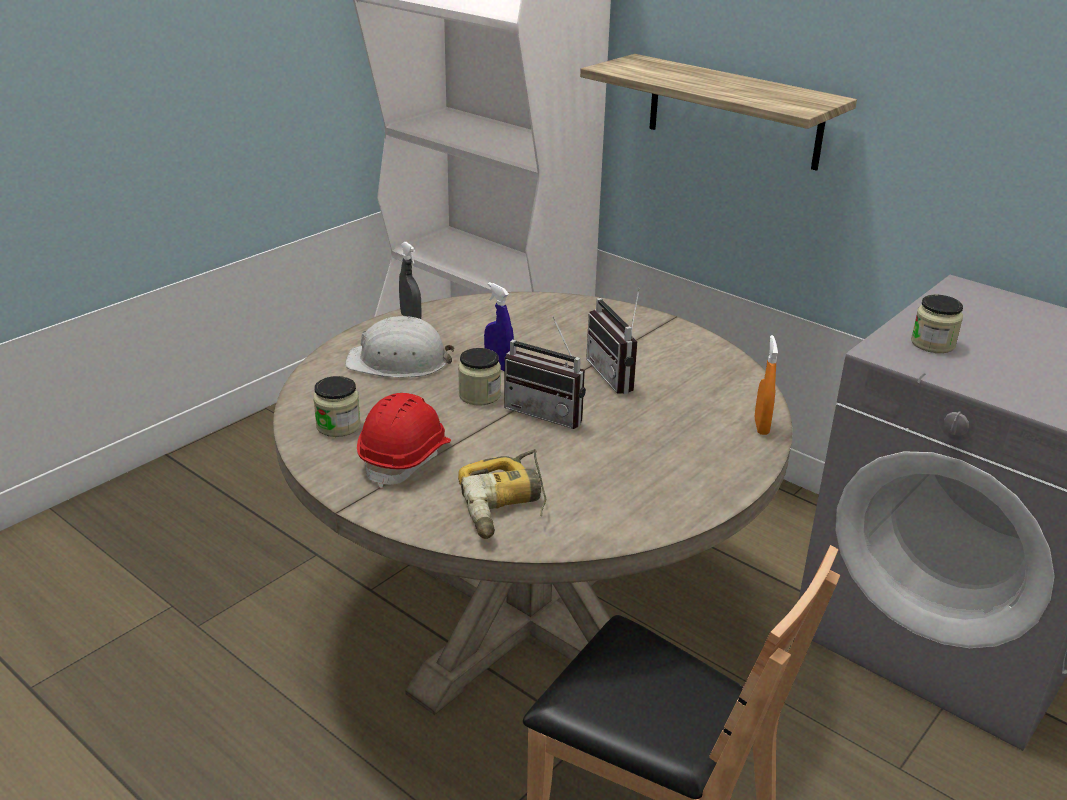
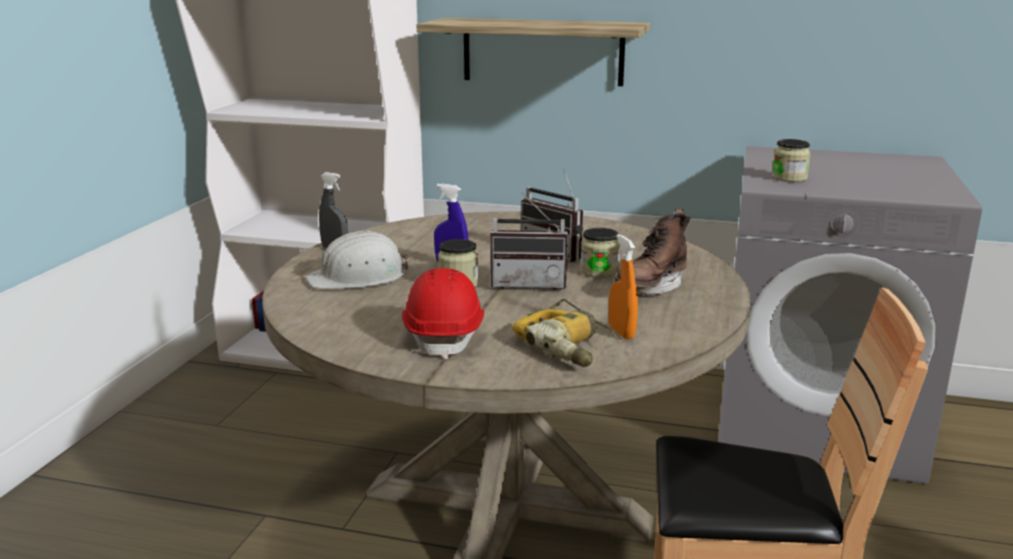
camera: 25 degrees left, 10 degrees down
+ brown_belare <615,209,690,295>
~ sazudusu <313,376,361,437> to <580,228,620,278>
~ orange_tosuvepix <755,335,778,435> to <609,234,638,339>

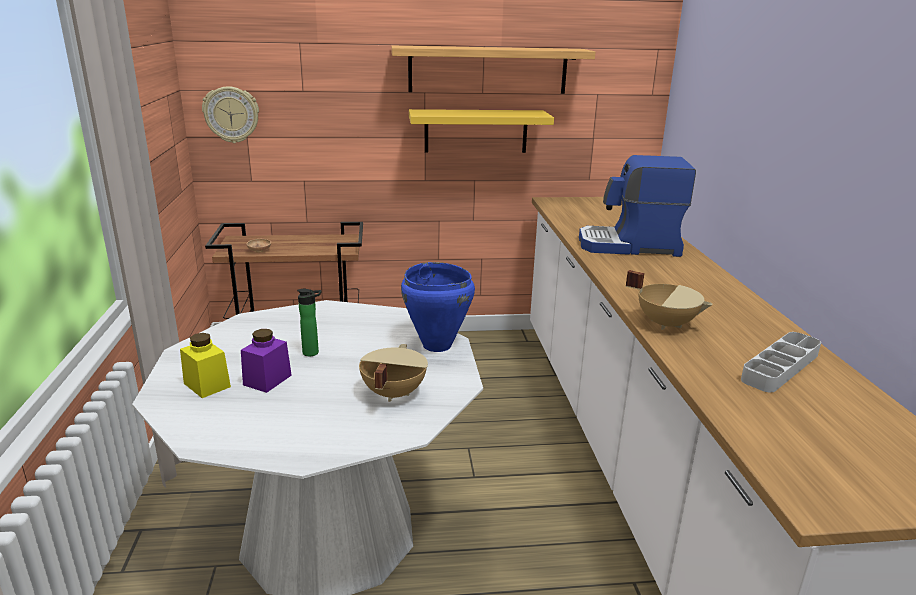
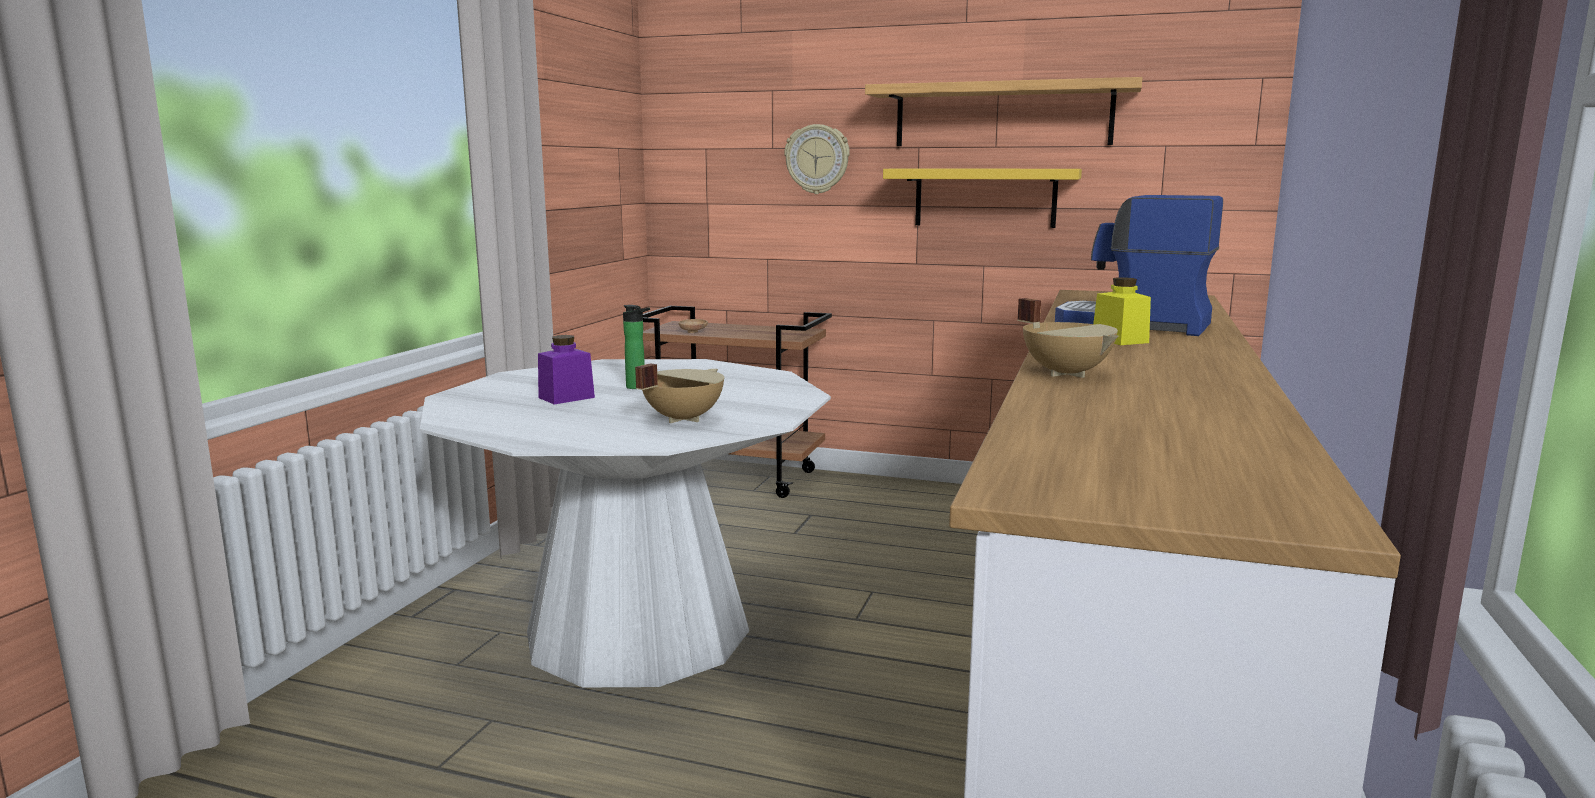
camera: 25 degrees right, 10 degrees down
- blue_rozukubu <401,262,475,352>
- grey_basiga <741,332,821,392>
~ yellow_sazudusu <180,333,231,398> to <1093,277,1151,345>
~ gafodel <202,86,259,143> to <784,124,850,194>

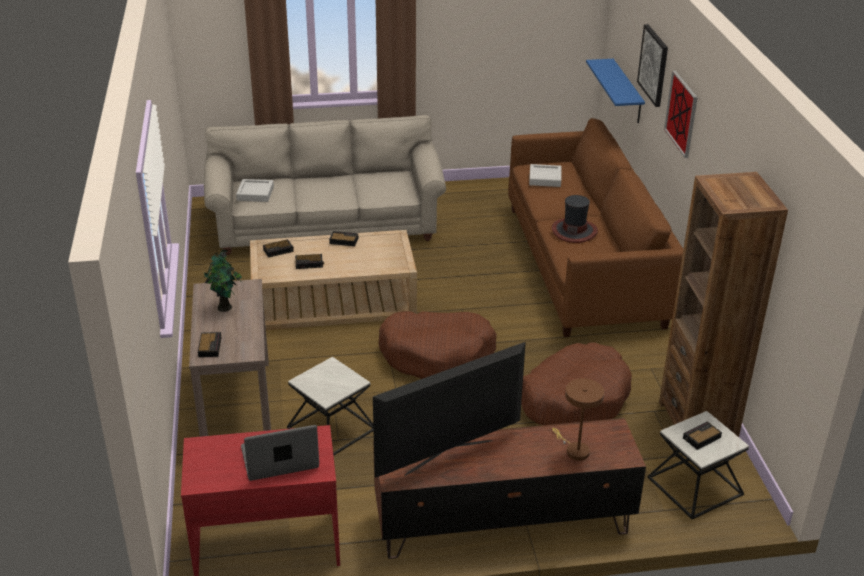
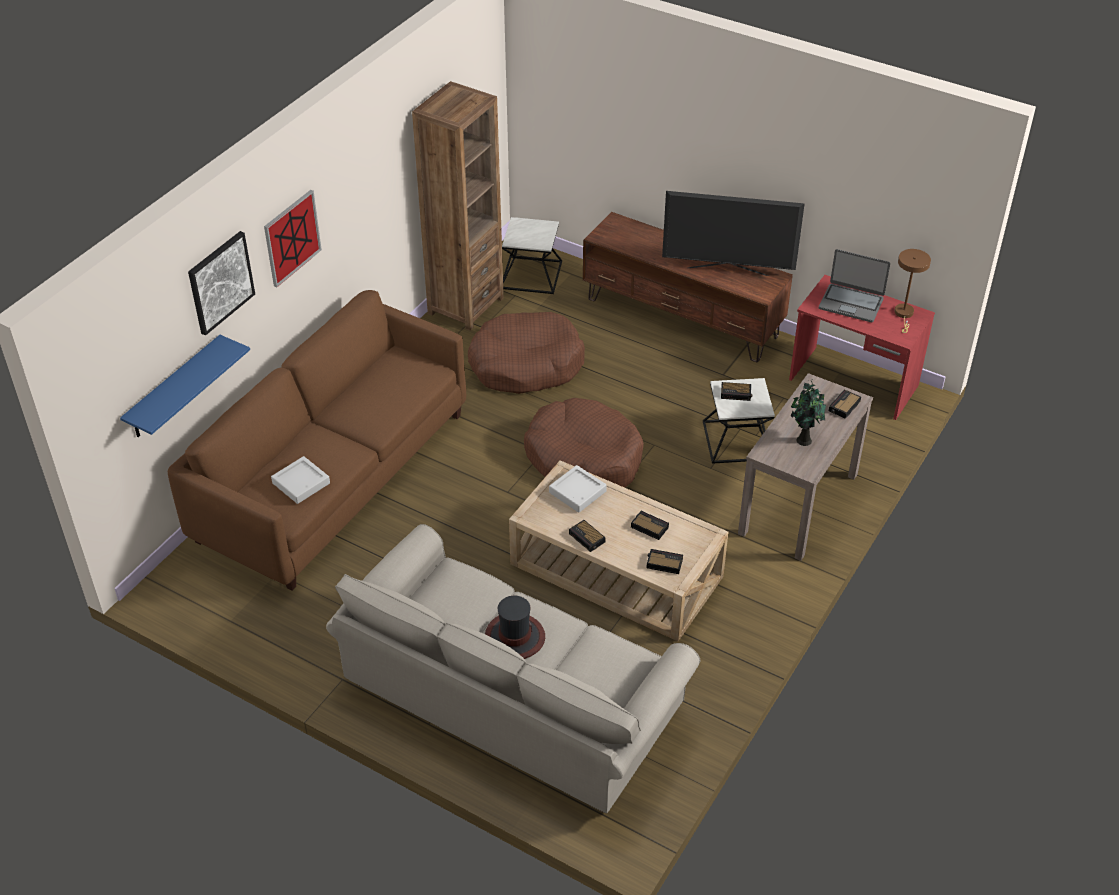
camera: 140 degrees left, 10 degrees up
~ grey_basiga <236,179,274,202> to <549,465,607,513>
~ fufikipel <552,195,598,243> to <485,596,545,659>
~ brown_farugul <552,378,604,461> to <894,249,931,333>
~ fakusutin <683,421,722,450> to <721,382,752,401>

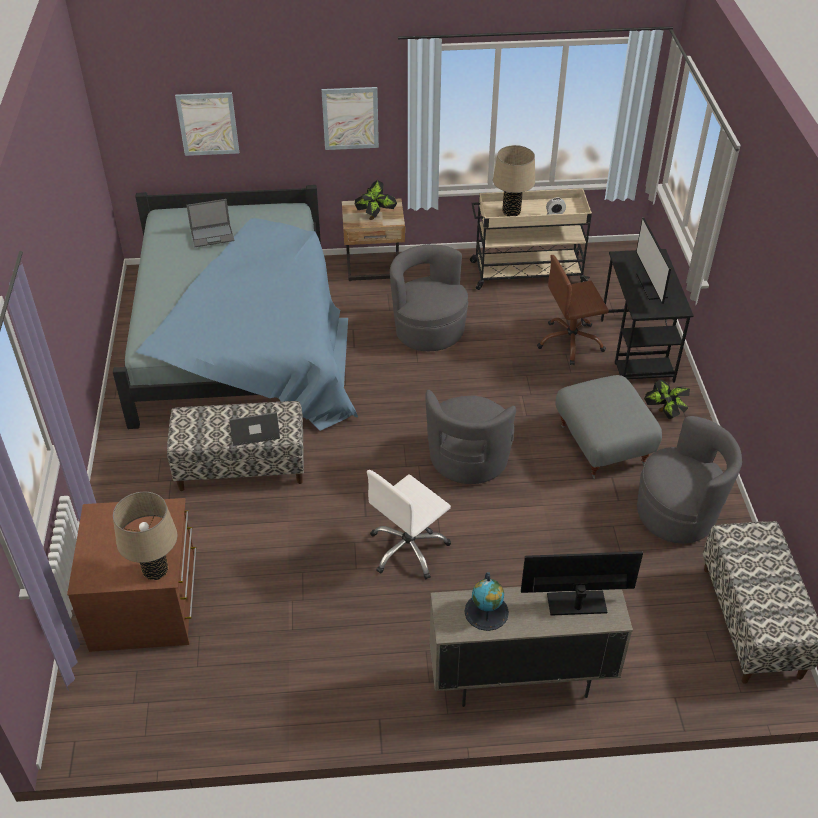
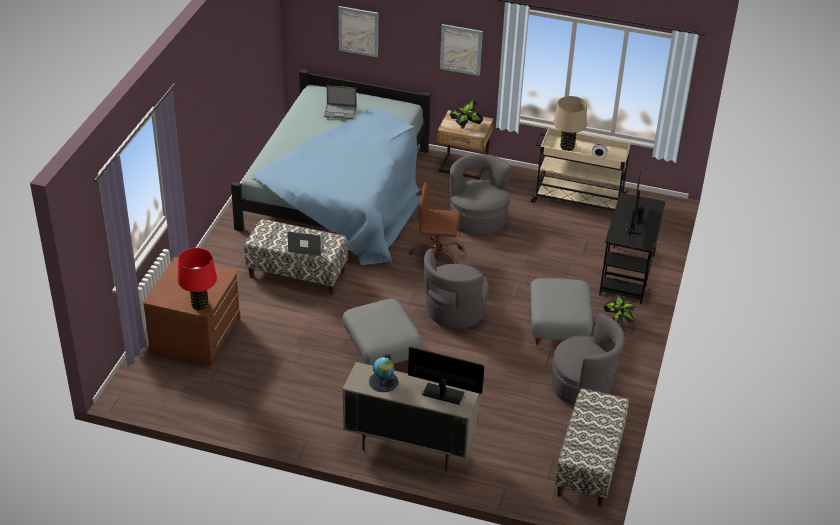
camera: 20 degrees right, 5 degrees down
~ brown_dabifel <537,255,609,365> to <409,182,462,264>
~ white_dabifel <367,470,451,579> to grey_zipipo <342,299,423,366>
~ beige_farugul <113,492,177,580> to red_farugul <178,248,217,310>

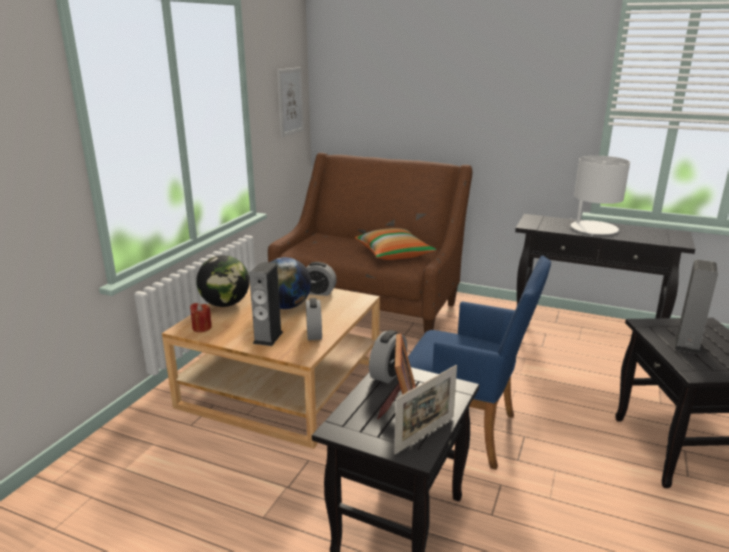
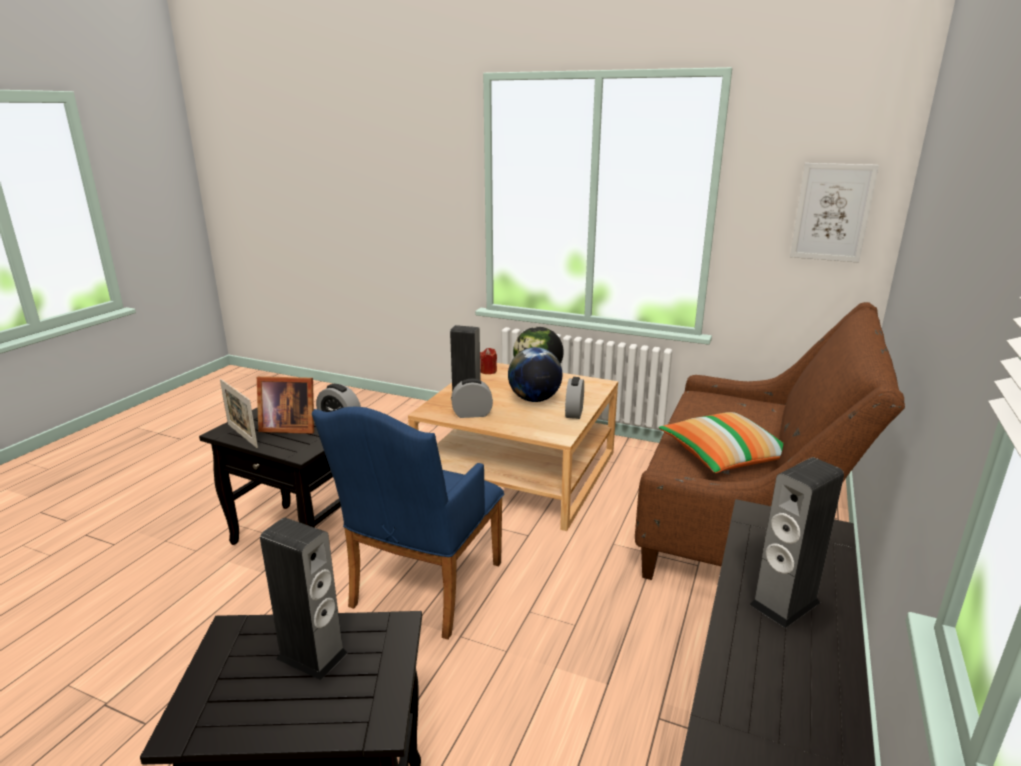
camera: 90 degrees right, 0 degrees up
~ white_farugul <570,156,630,236> to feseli <749,457,844,628>

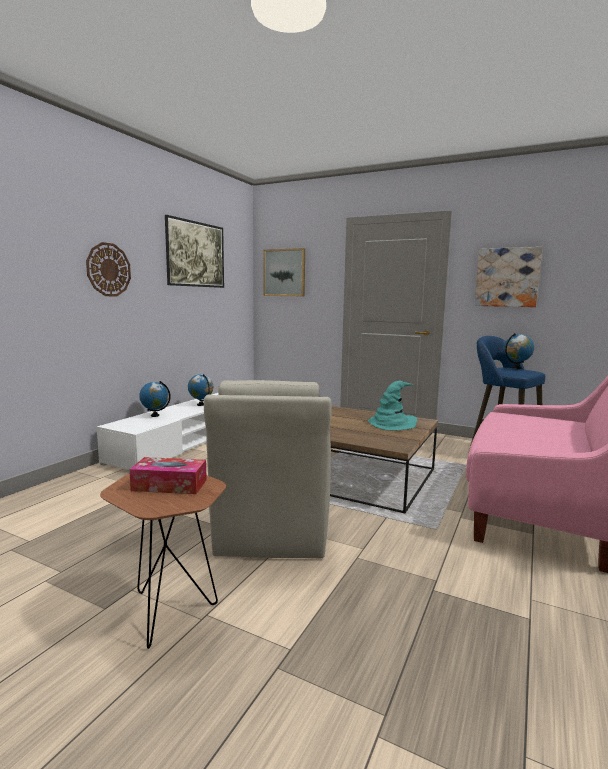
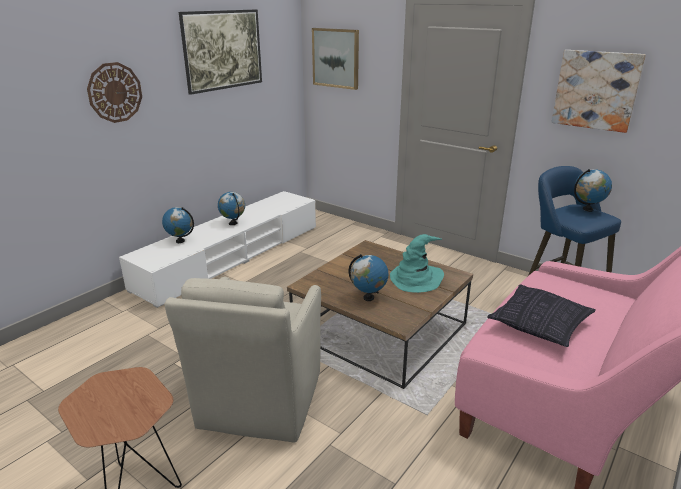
camera: 10 degrees right, 15 degrees up
- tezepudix <129,457,207,494>
+ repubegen <349,254,389,301>
+ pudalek <487,284,596,347>

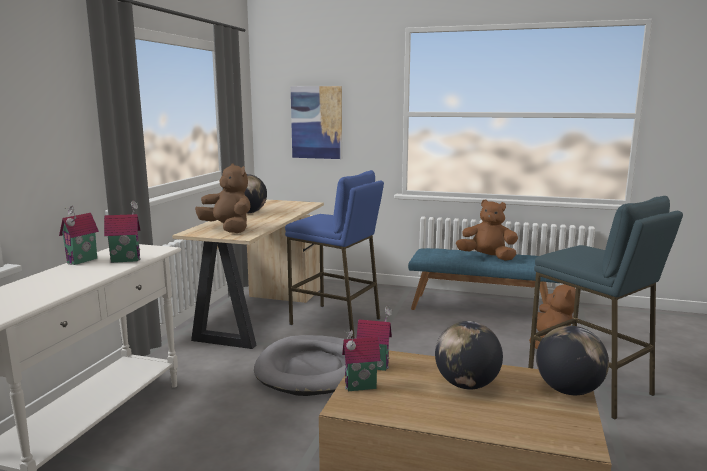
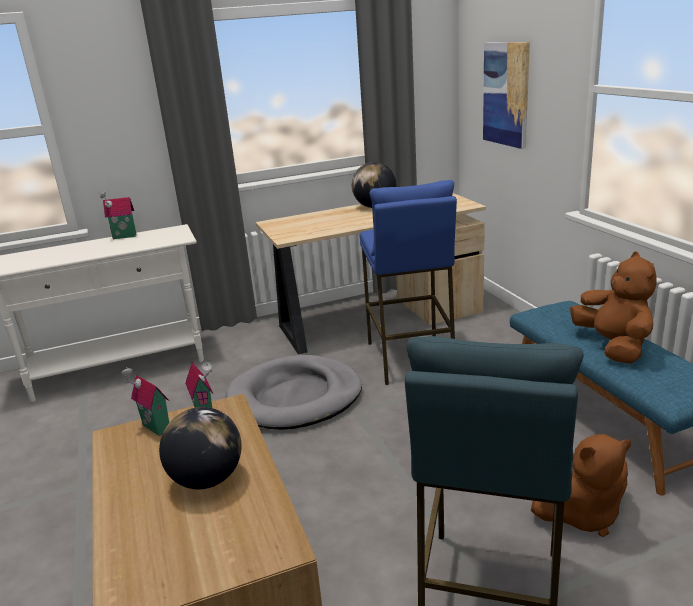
camera: 55 degrees right, 10 degrees up
- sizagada <104,201,141,263>
- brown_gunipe <195,163,251,233>
- repubegen <536,326,609,395>

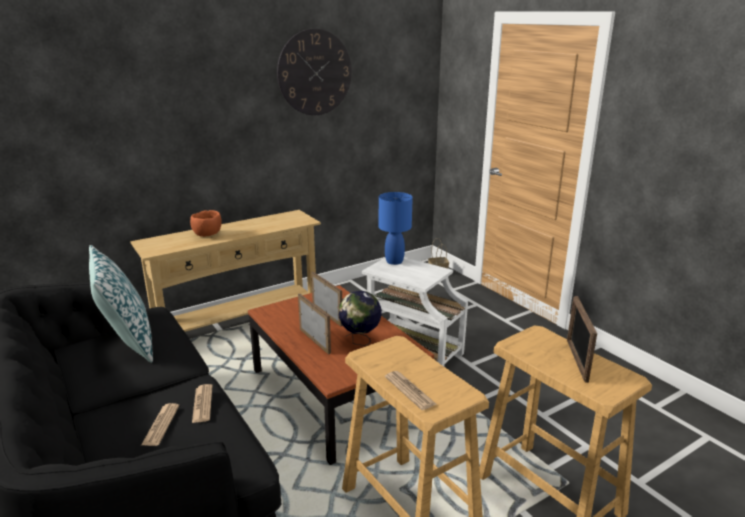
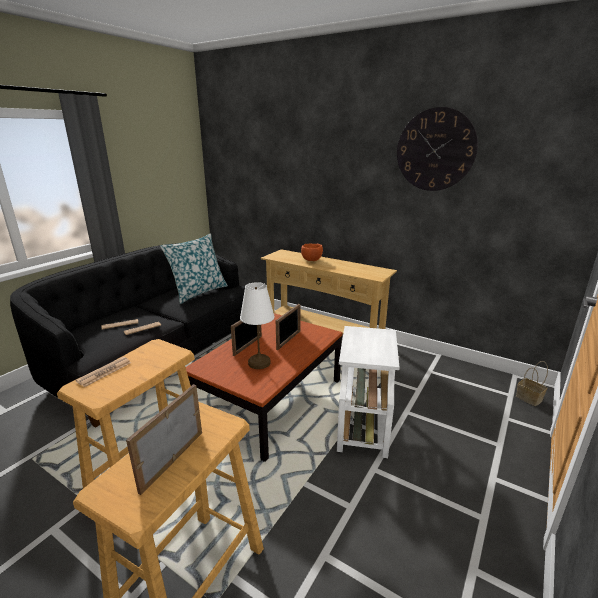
camera: 65 degrees right, 0 degrees up
- blue_farugul <379,192,413,265>
~ repubegen <338,291,382,346> to white_farugul <240,282,274,369>
~ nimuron <567,296,597,383> = <126,384,202,495> 45 degrees counterclockwise

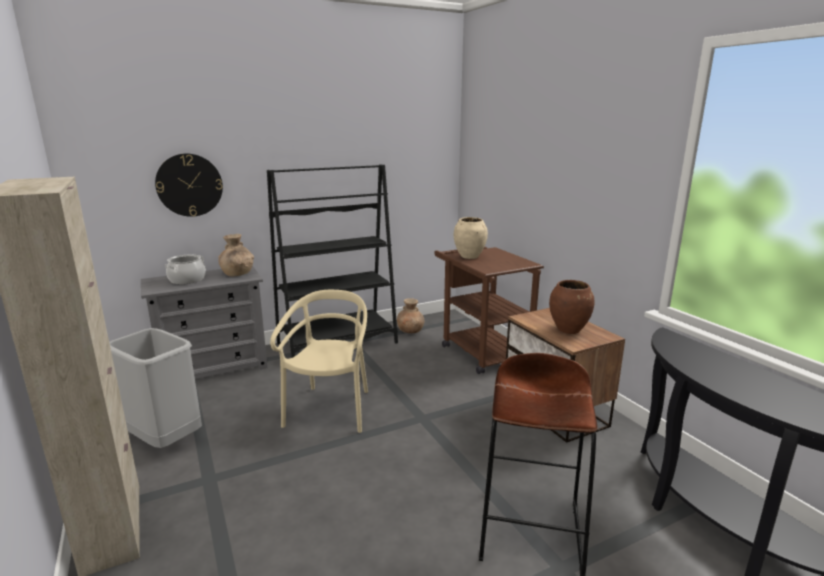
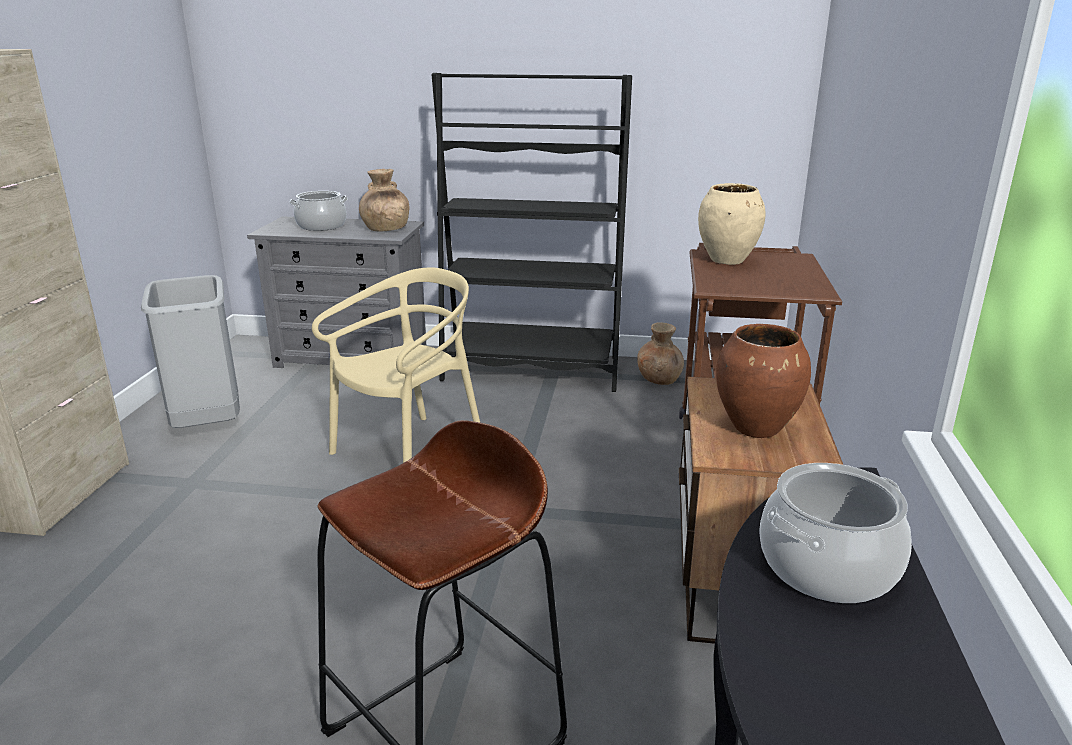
camera: 35 degrees right, 5 degrees up
- gafodel <155,154,223,217>
+ rozukubu <759,463,912,603>

